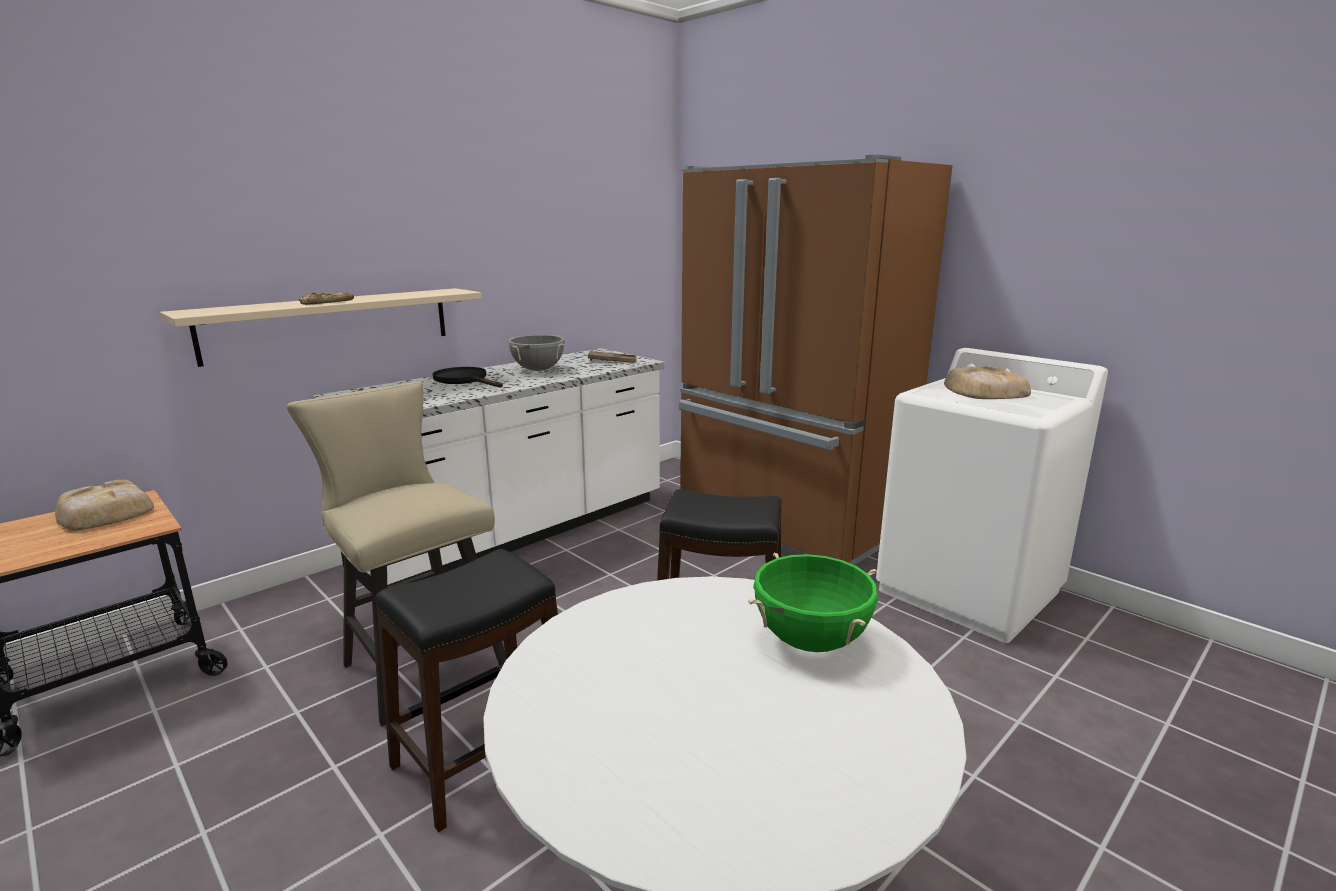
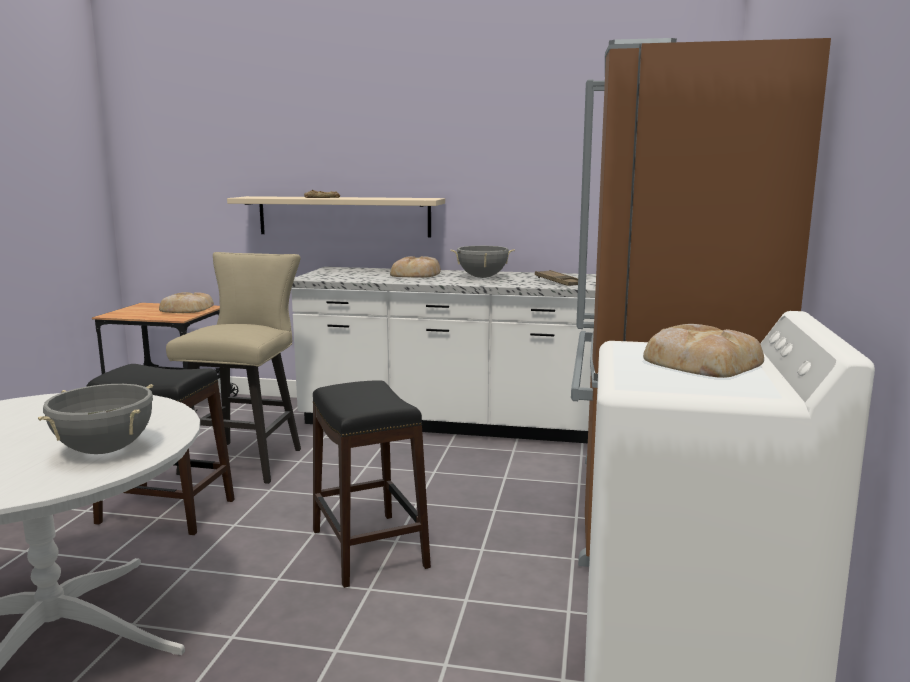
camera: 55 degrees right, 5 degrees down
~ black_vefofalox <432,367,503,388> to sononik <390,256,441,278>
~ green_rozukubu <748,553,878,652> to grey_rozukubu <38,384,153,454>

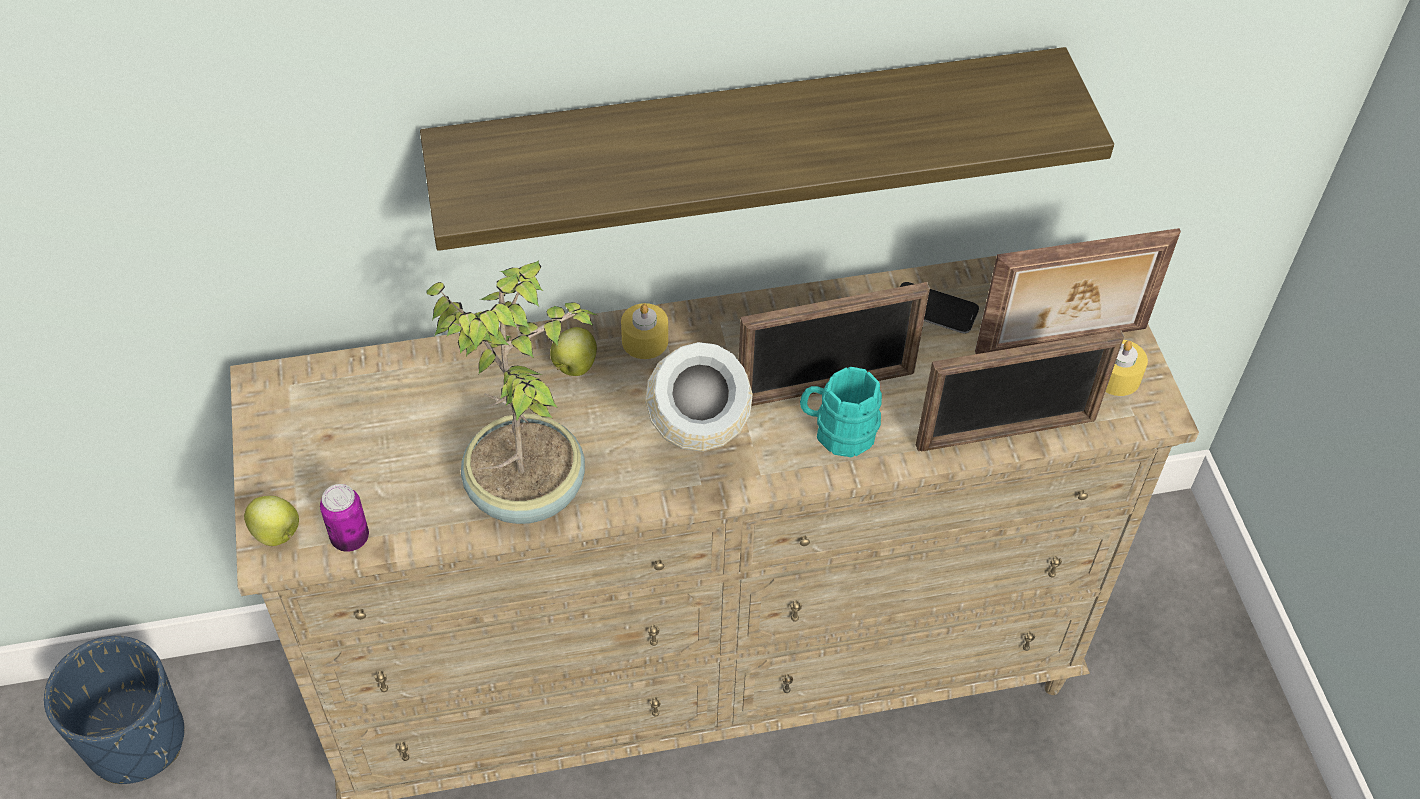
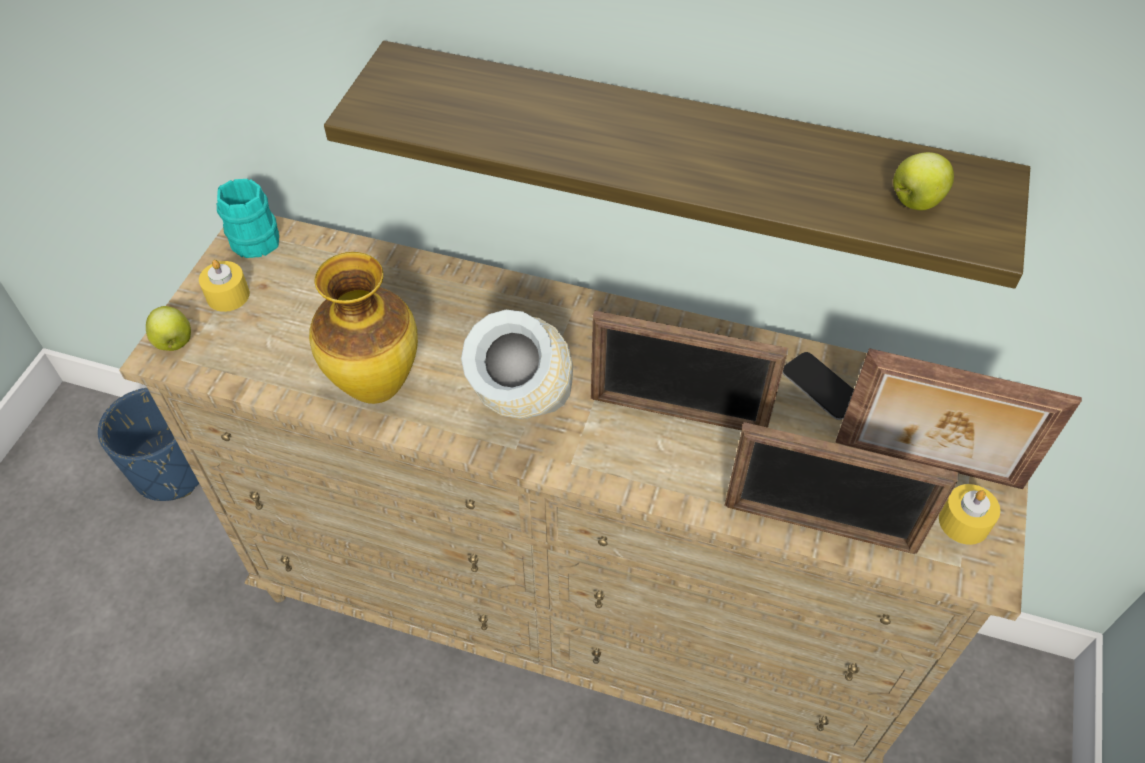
camera: 30 degrees right, 0 degrees up
- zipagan <320,484,369,552>
~ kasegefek <550,327,597,376> to <893,152,954,210>
~ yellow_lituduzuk <621,303,668,359> to <199,260,250,312>
~ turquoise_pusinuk <800,367,882,457> to <217,179,279,258>
~ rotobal <427,260,597,524> to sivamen <309,252,418,404>

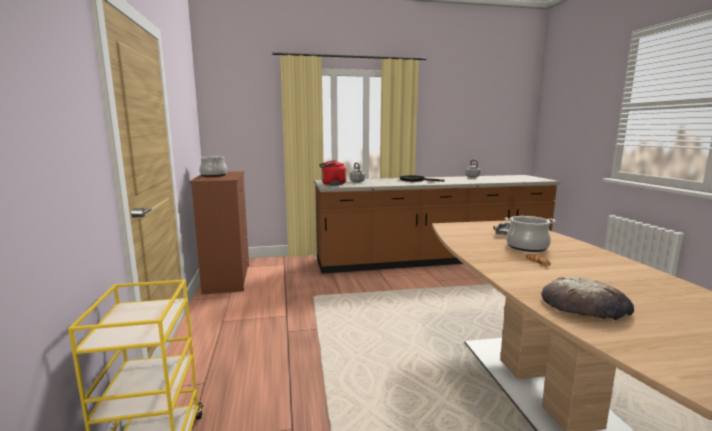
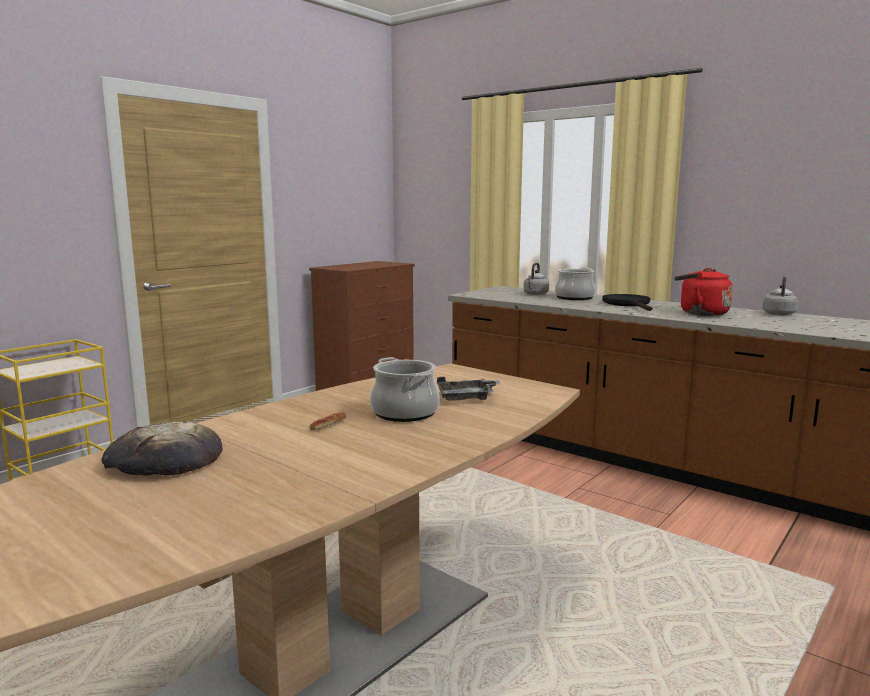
camera: 50 degrees right, 0 degrees up
~ rozukubu <199,156,227,177> to <555,268,596,300>
~ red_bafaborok <319,160,346,185> to <675,268,733,316>

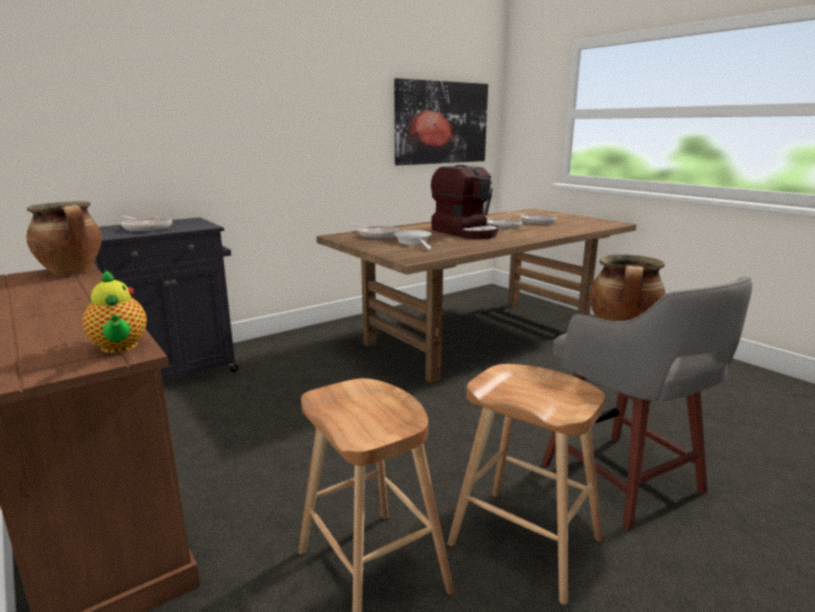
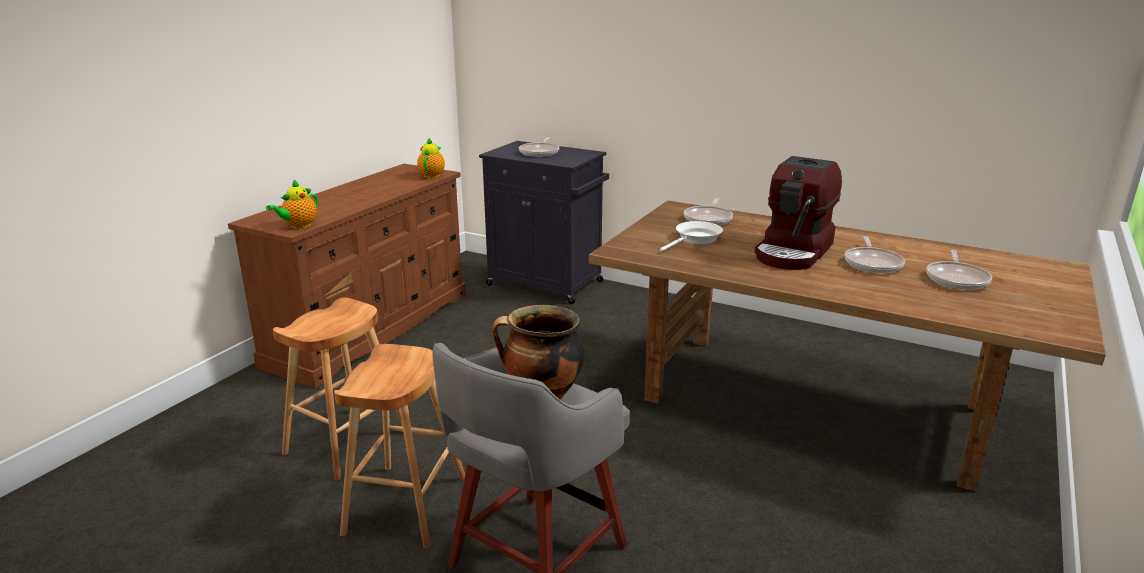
camera: 65 degrees right, 5 degrees up
- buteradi <394,78,488,165>
~ rozukubu <27,201,102,276> to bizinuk <417,137,445,178>

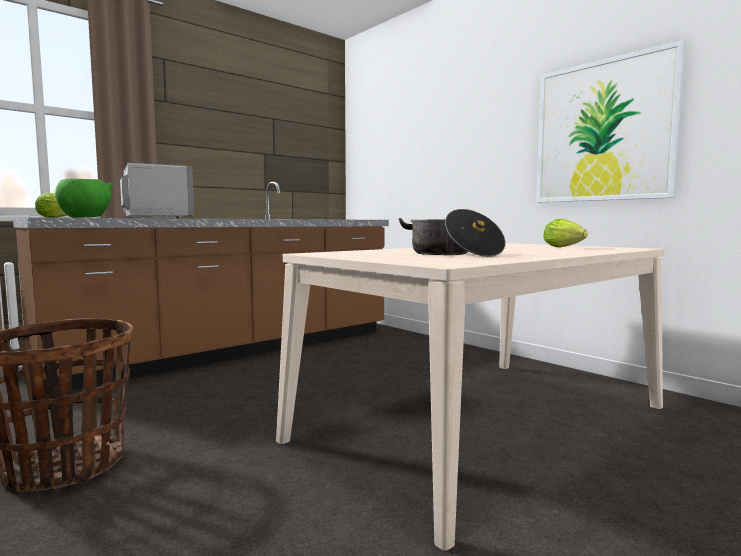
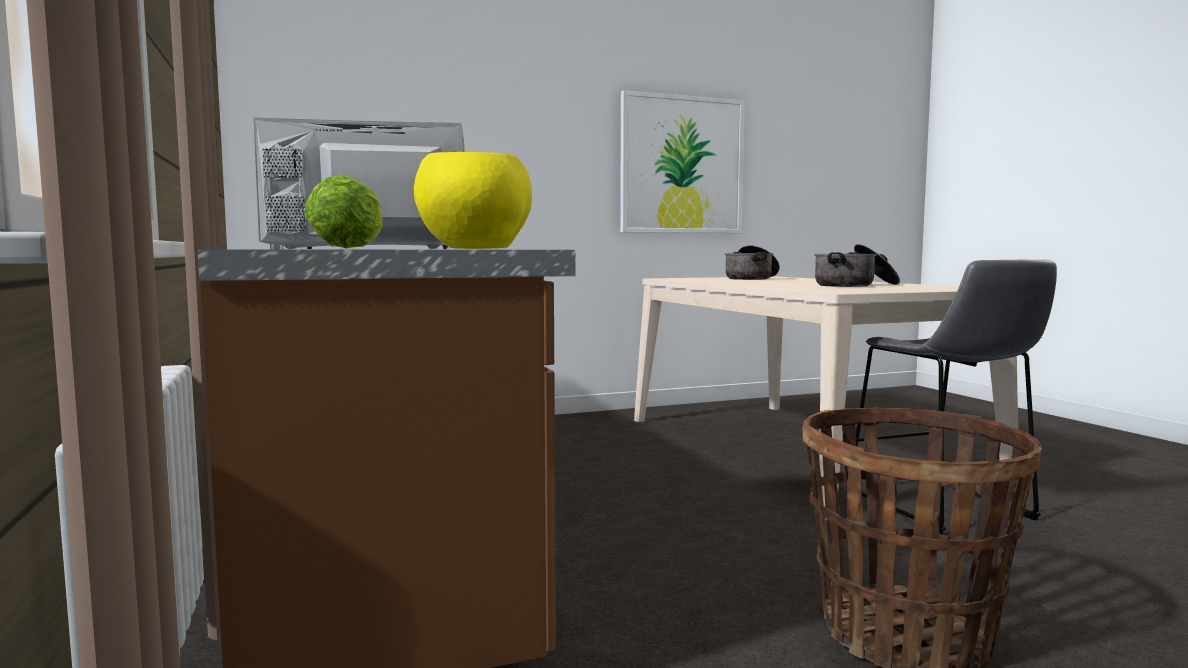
camera: 70 degrees left, 0 degrees up
+ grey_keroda <856,260,1057,535>
~ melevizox <543,219,588,247> to rozukubu <725,245,780,280>
~ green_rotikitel <55,179,113,218> to yellow_rotikitel <414,152,532,249>

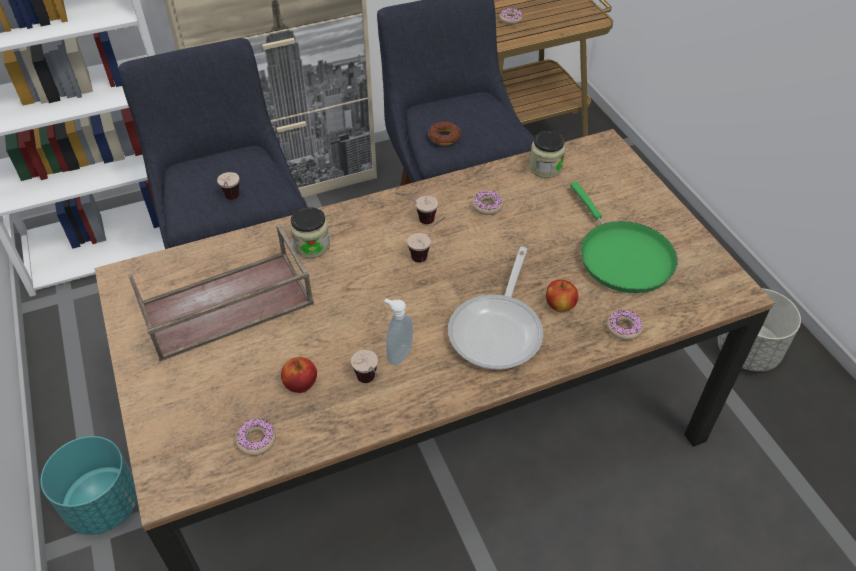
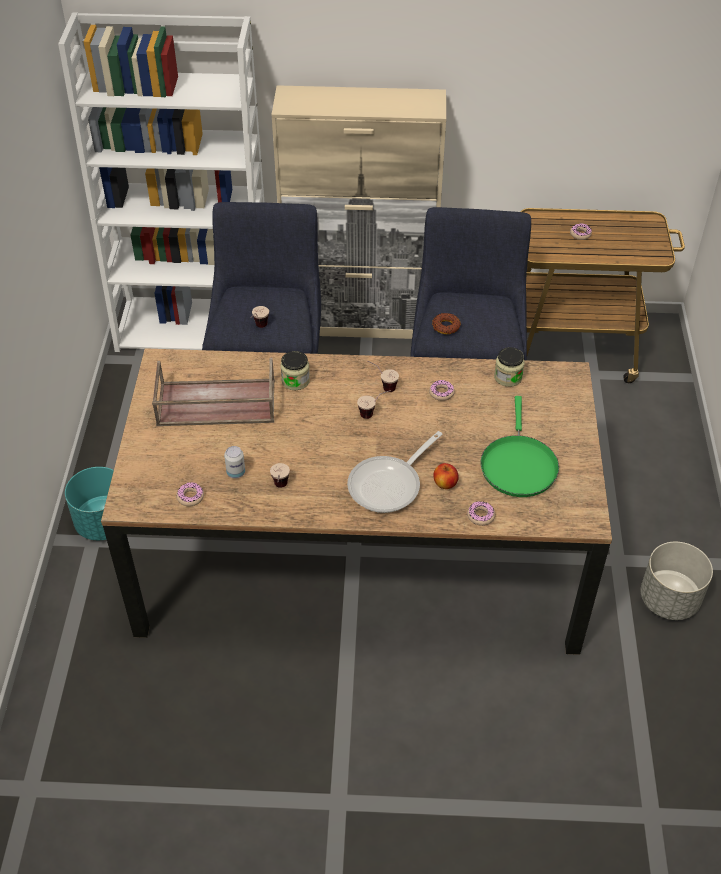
camera: 25 degrees right, 0 degrees up
- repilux <384,299,413,366>
~ kasegefek <281,357,317,393> to zipagan <224,446,245,479>

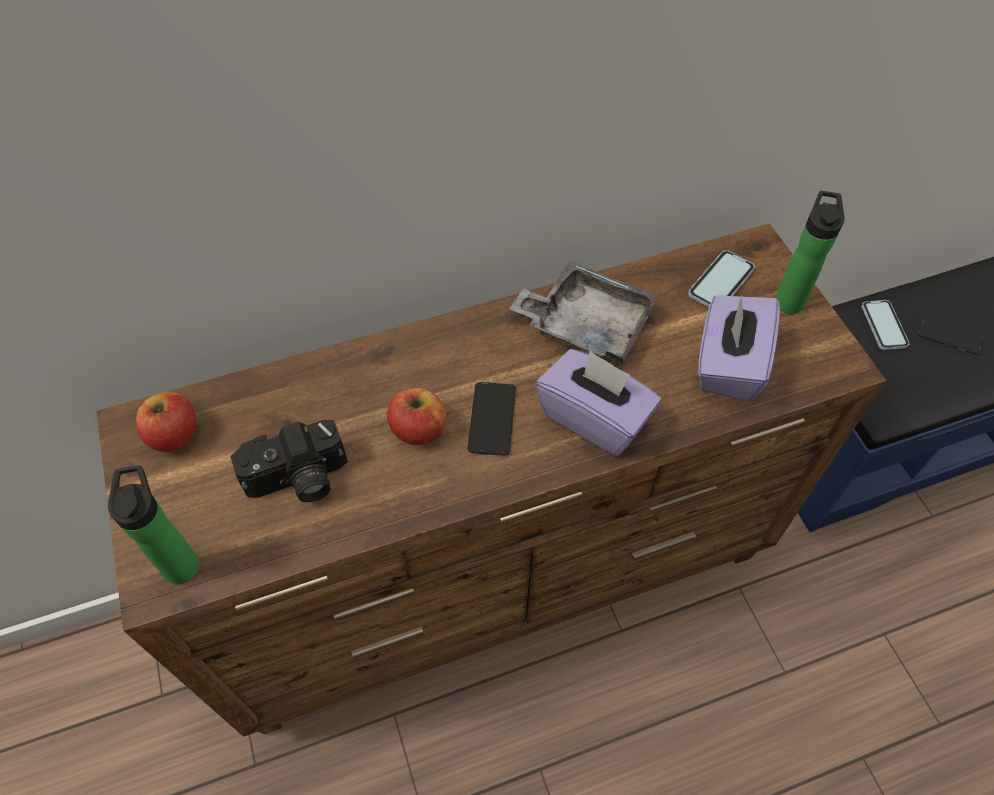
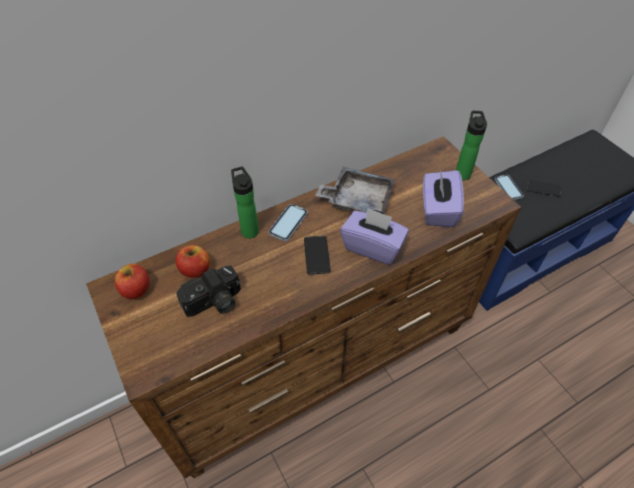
camera: 10 degrees left, 5 degrees down
~ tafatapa <108,465,199,584> to <231,166,259,238>
~ kasegefek <387,388,447,445> to <176,245,210,278>
~ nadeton <688,250,755,307> to <269,204,308,241>

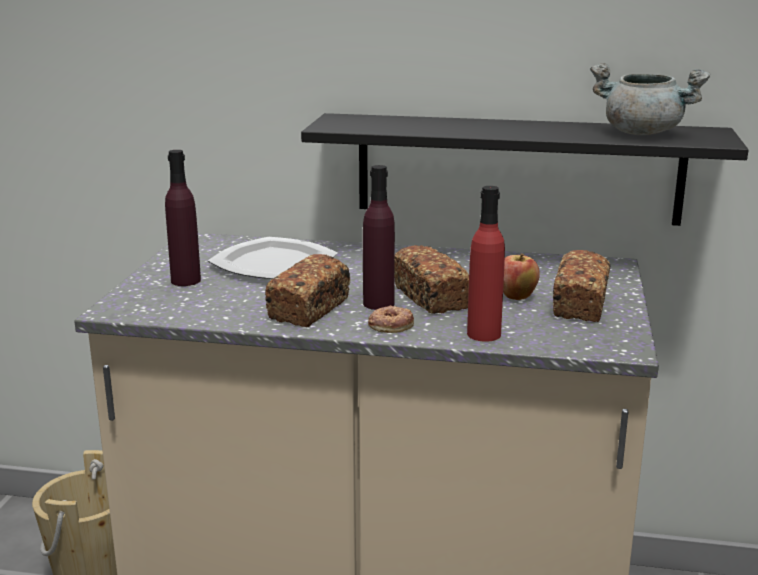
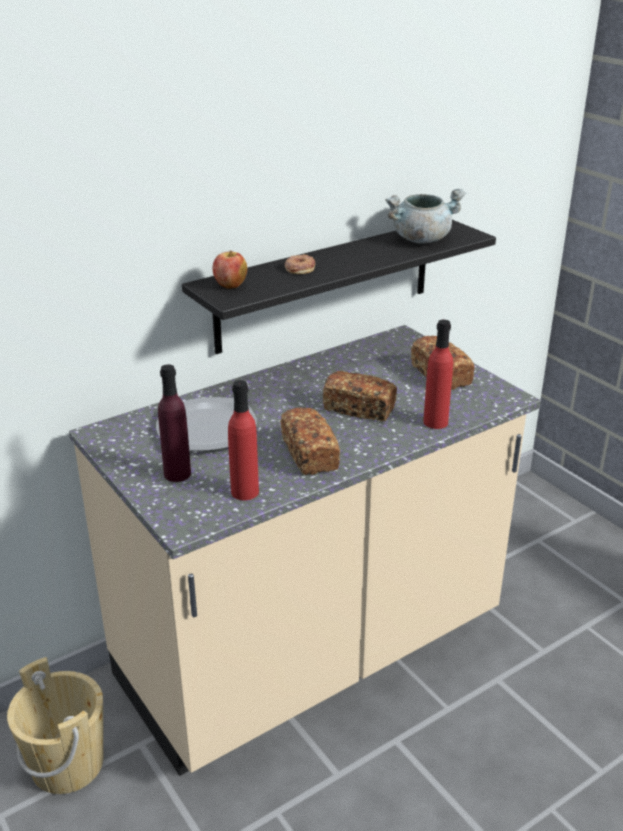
camera: 45 degrees left, 10 degrees up
- purple_tafatapa <363,165,395,310>
+ red_tafatapa <228,380,259,500>
~ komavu <368,305,414,333> to <285,254,315,274>
~ kasegefek <503,254,540,300> to <213,250,247,289>

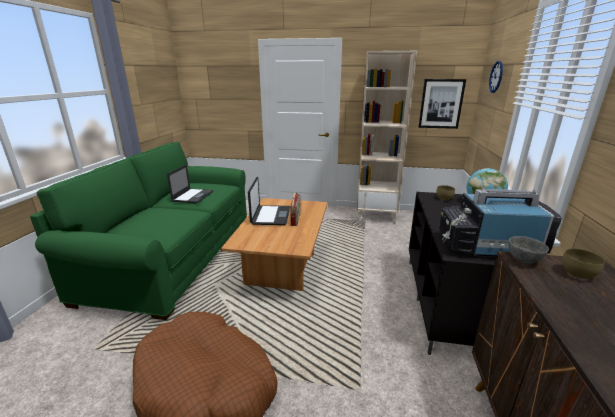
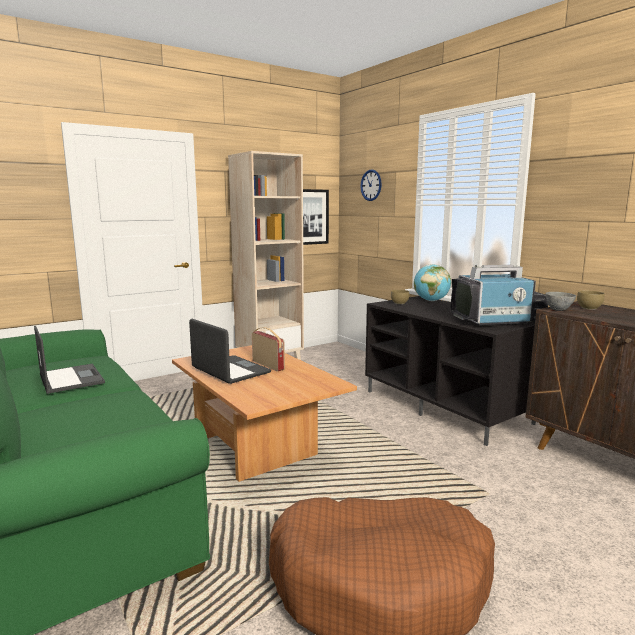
camera: 45 degrees left, 10 degrees down
~ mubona <439,189,562,257> = <450,265,548,326> 150 degrees counterclockwise

